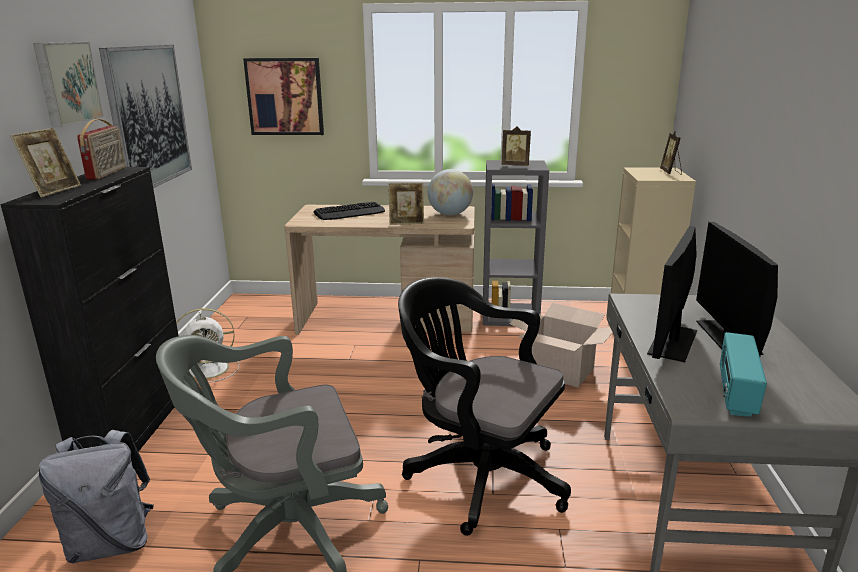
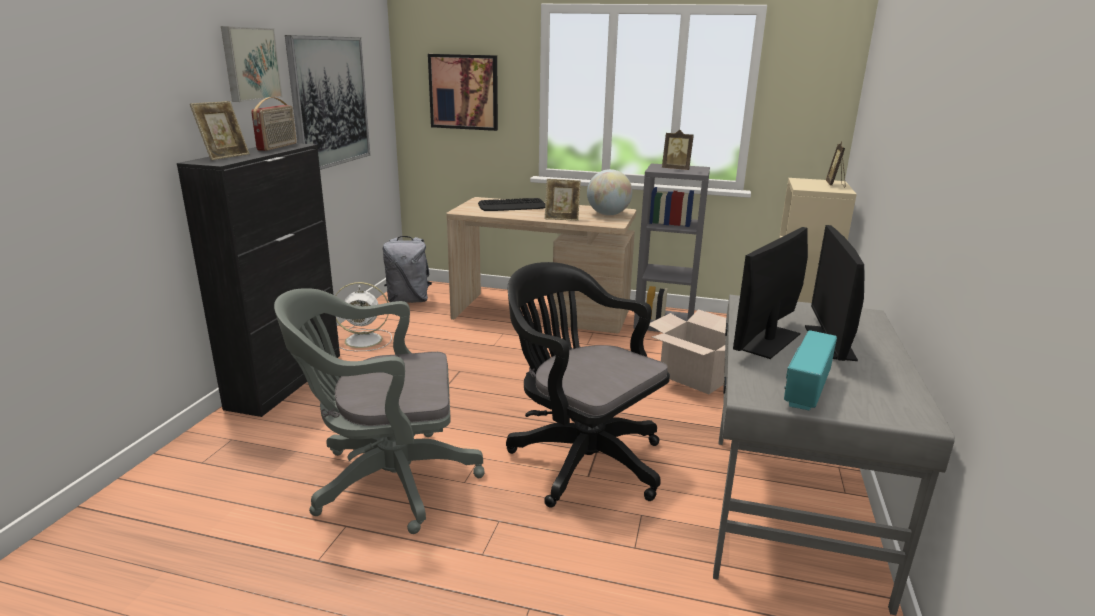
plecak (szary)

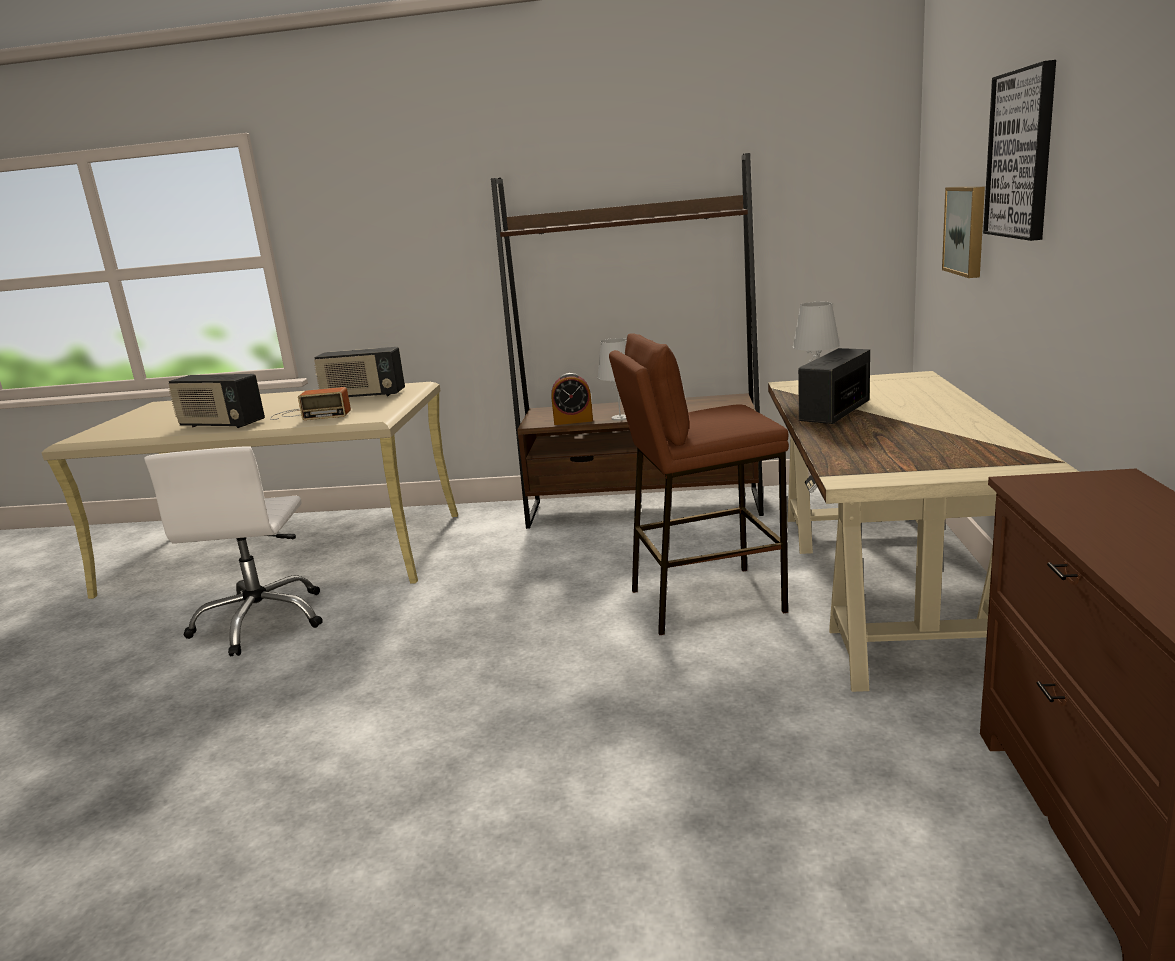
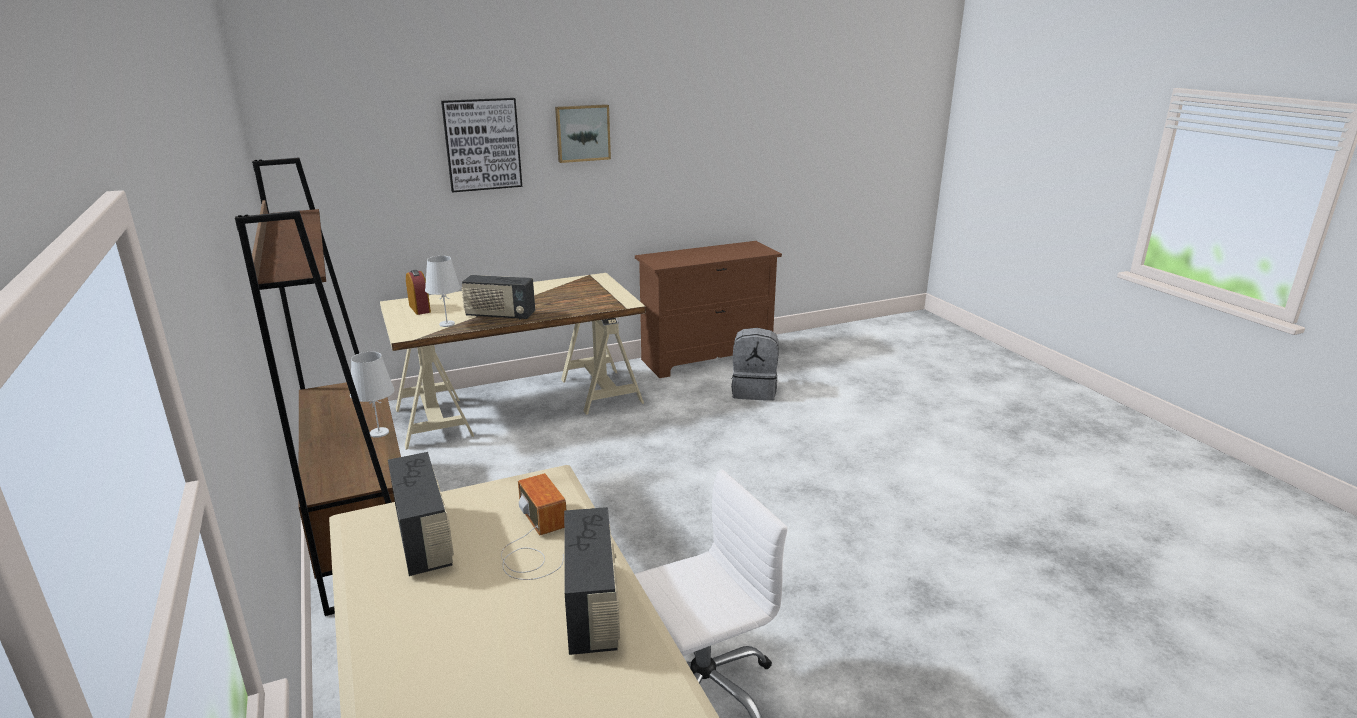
budzik; stołek (brązowy); obraz (2nd from left); plecak (szary)

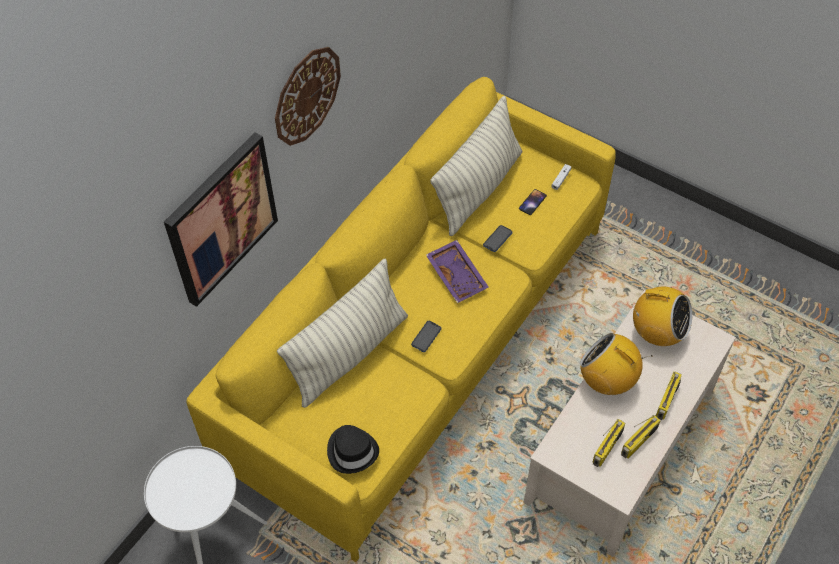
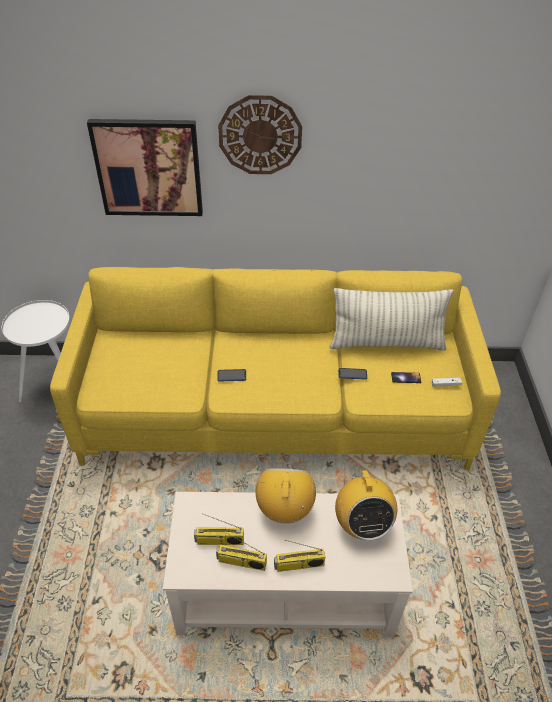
poduszka (1st from left in the first image); kapelusz (czarny); taca (fioletowy)

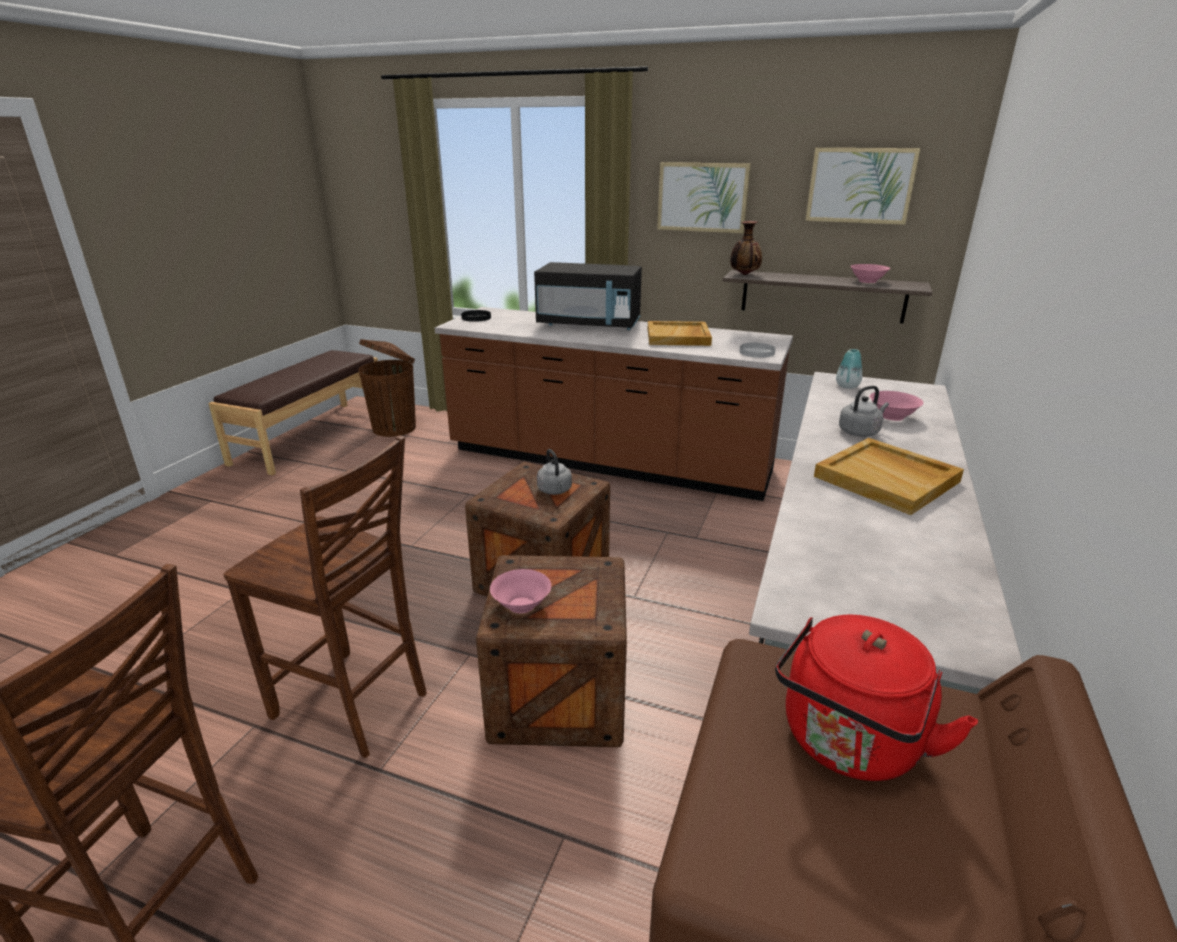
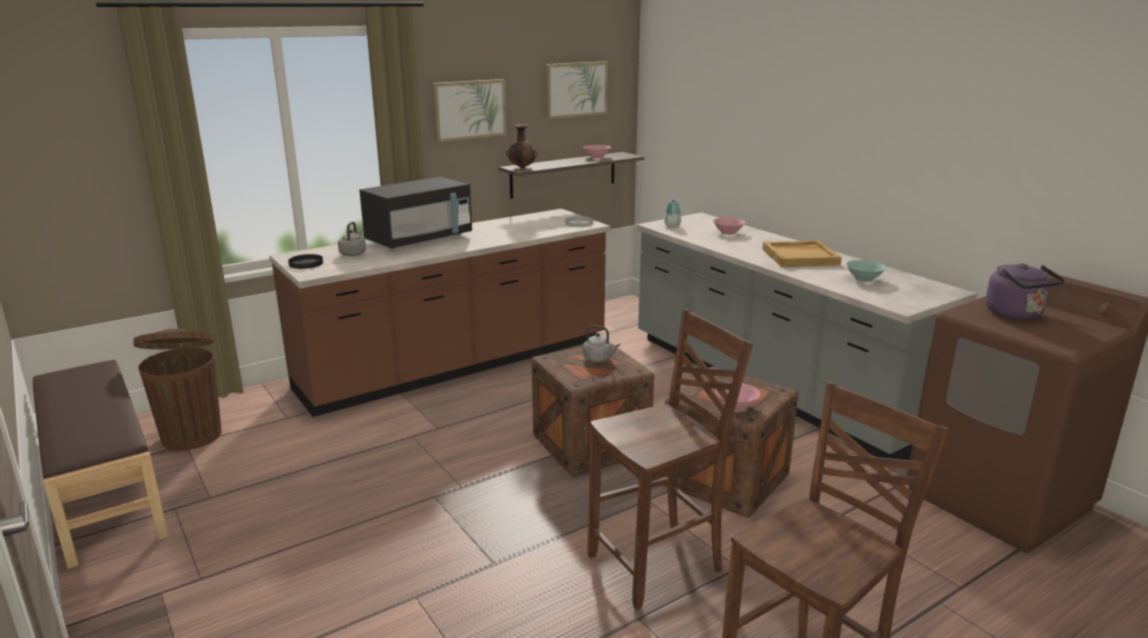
taca (beżowy) (1st from left in the first image); czajnik (fioletowy); czajnik (szary) (1st from left); miska (turkusowy)

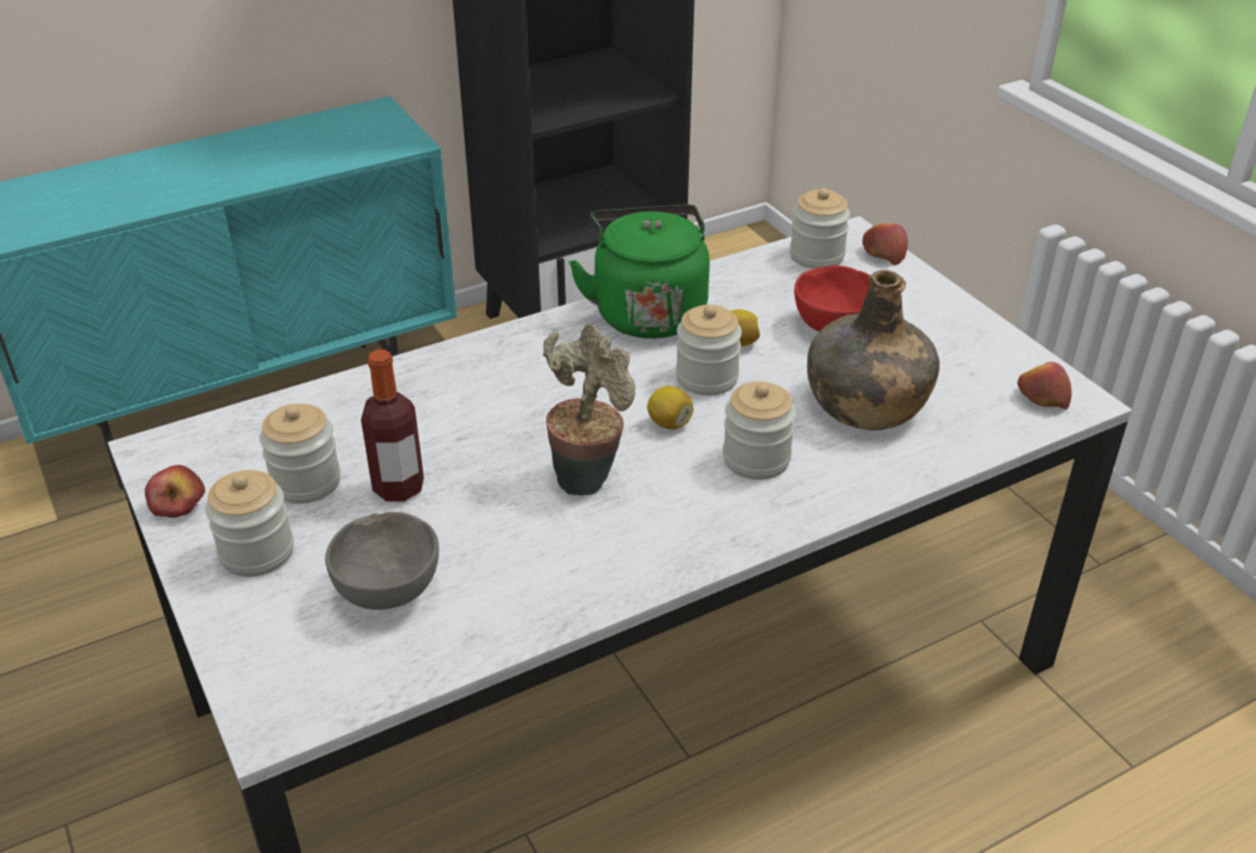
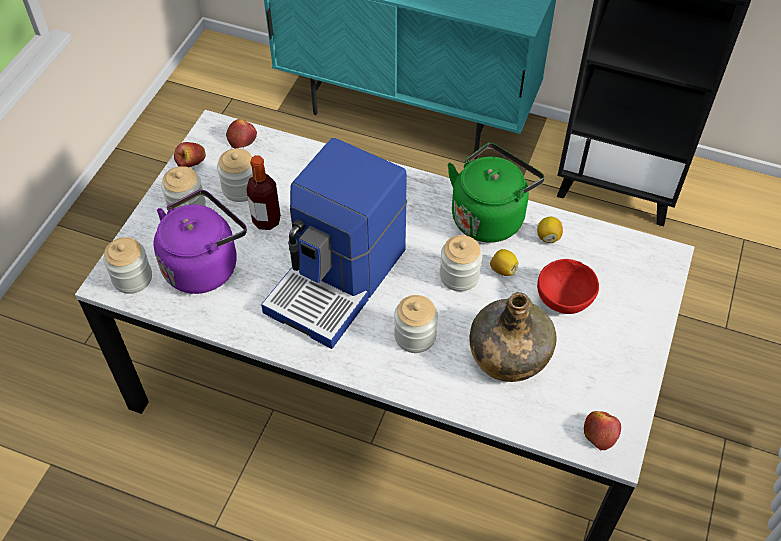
czajnik (fioletowy); ekspres do kawy; cytryna (2nd from left); słoik (1st from left); jabłko (2nd from left)

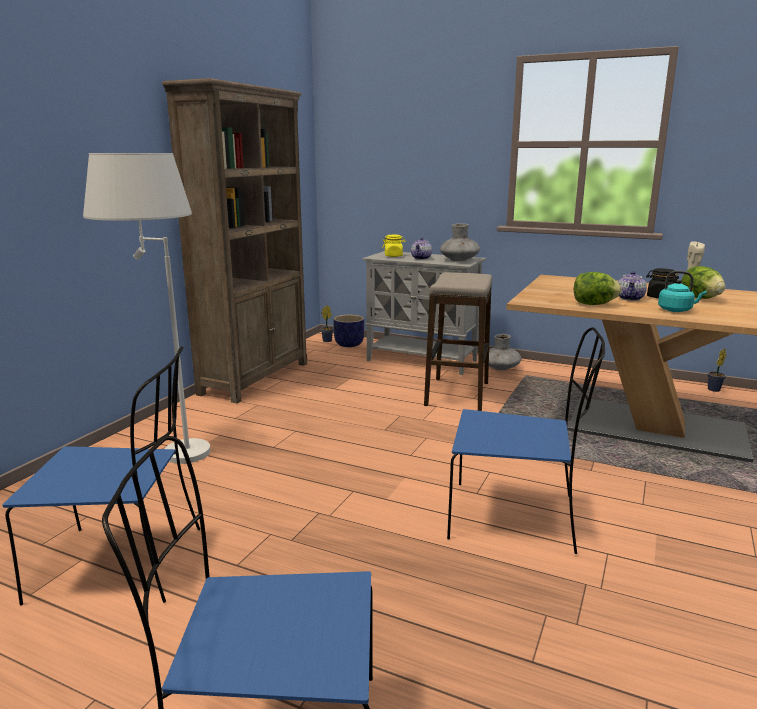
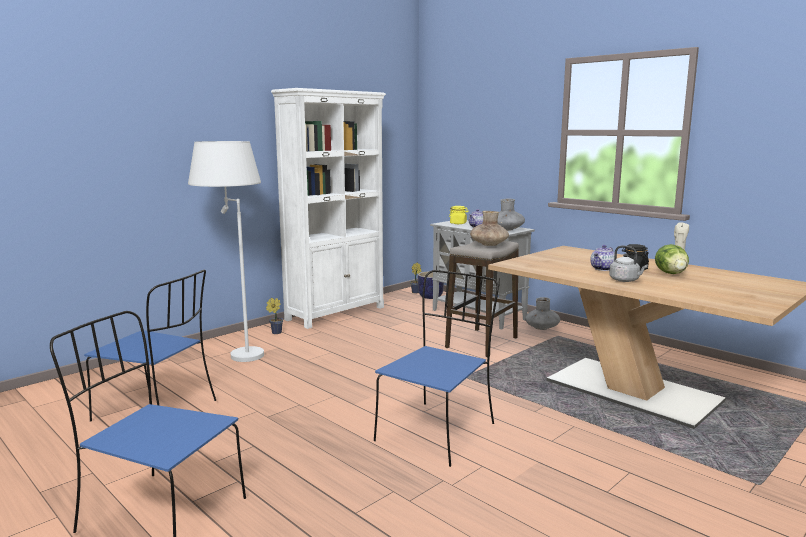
regał (biały); krzesło (niebieski) (3rd from left); sałata (1st from left in the first image); czajnik (szary); roślina doniczkowa (1st from left); wazon (brązowy)

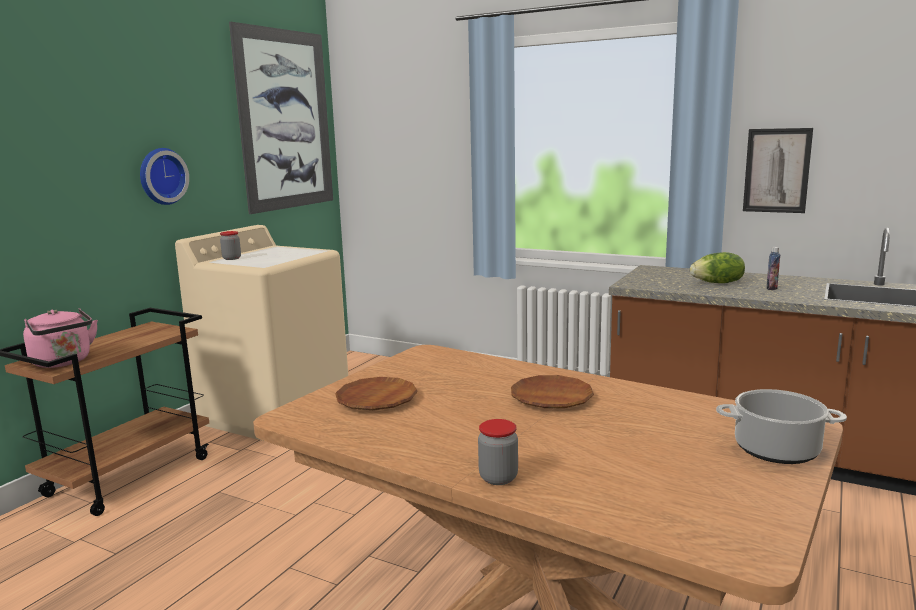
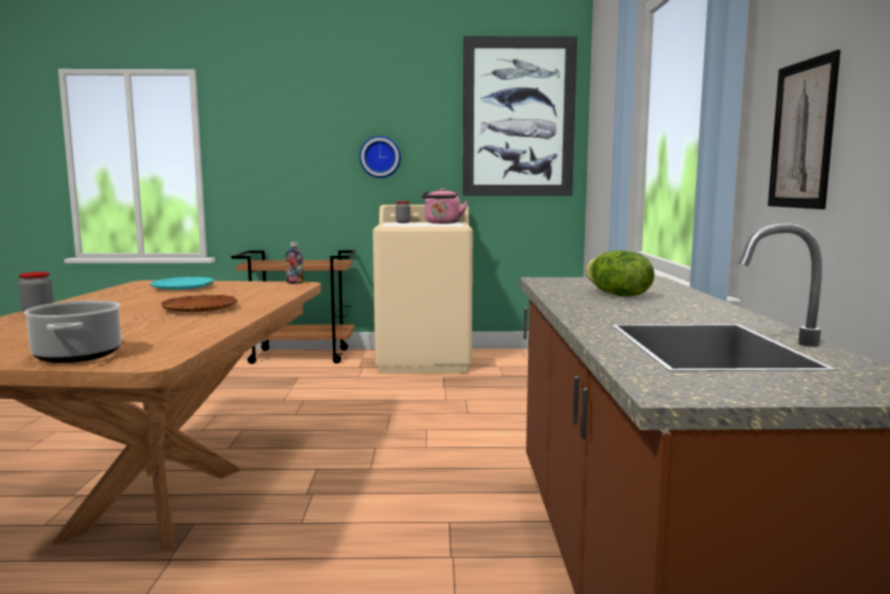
czajnik (różowy); talerz (turkusowy); butelka

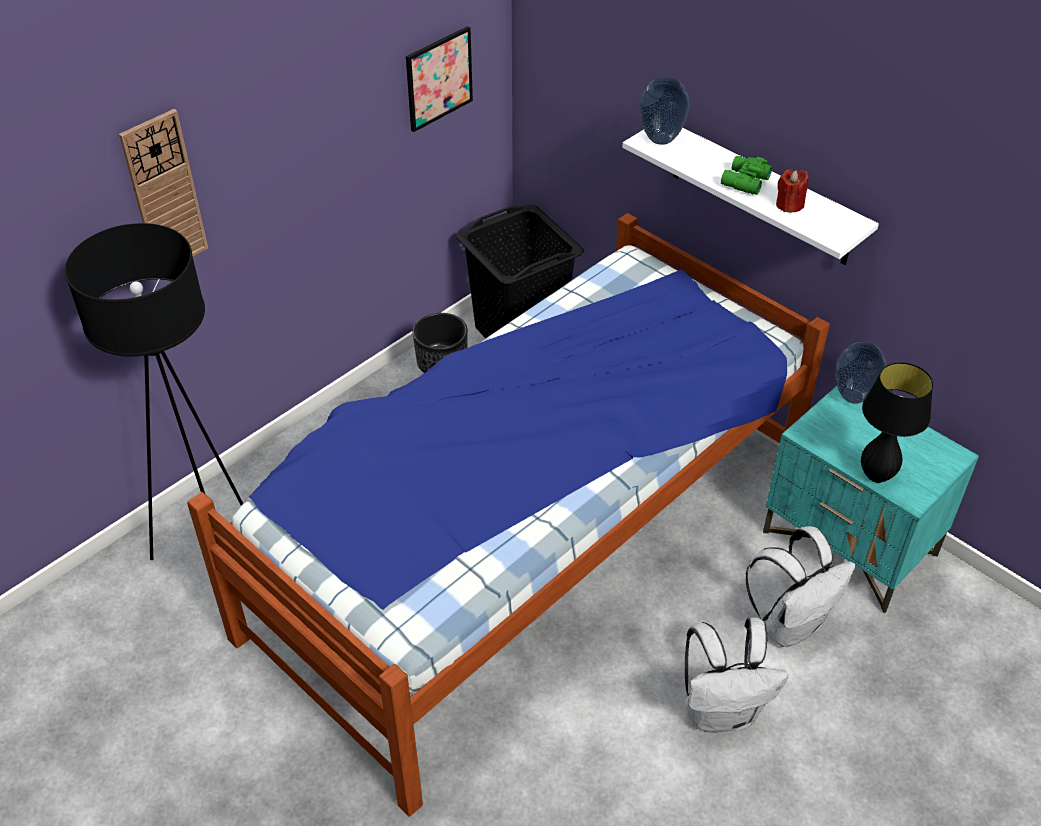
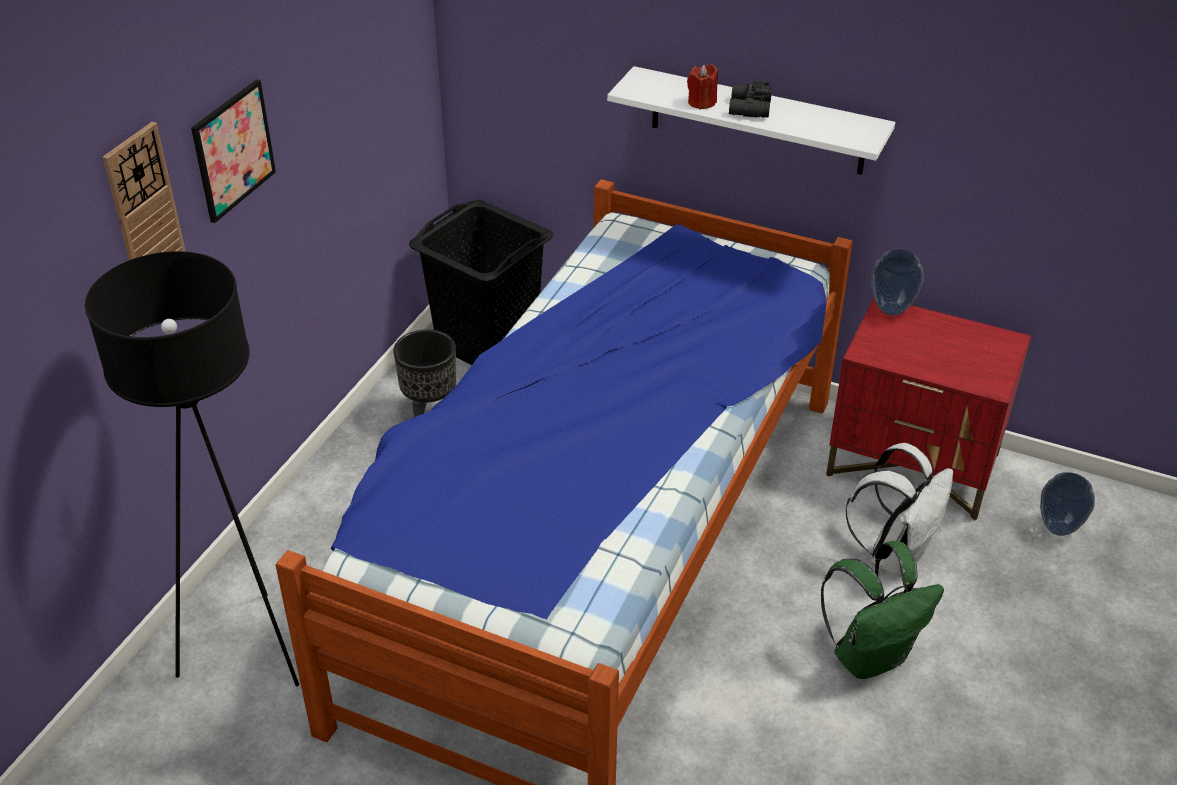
obraz; wazon (2nd from left); plecak (zielony); lornetka (czarny); szafka nocna (czerwony); świeca (czerwony); lampa stołowa (czarny)

